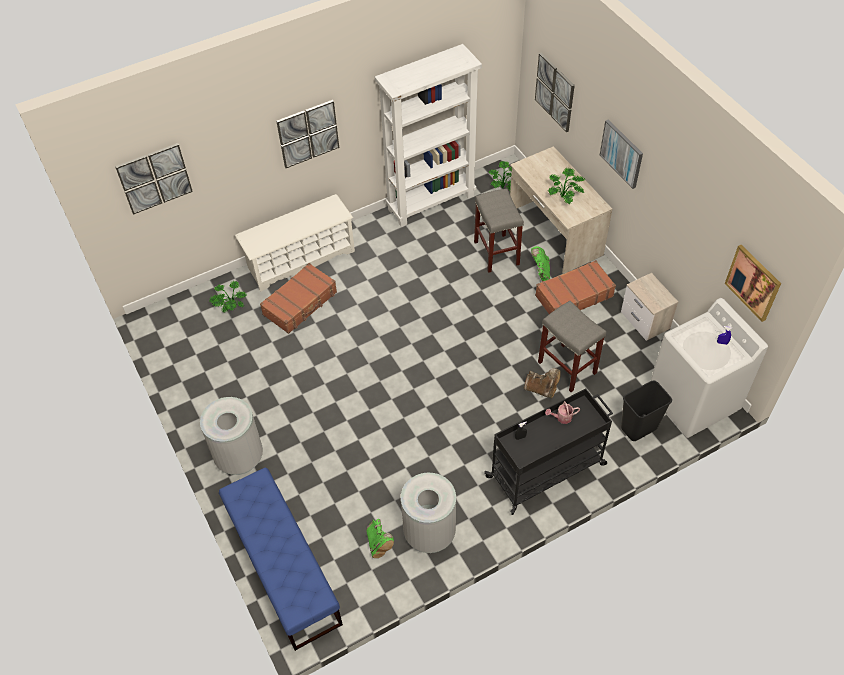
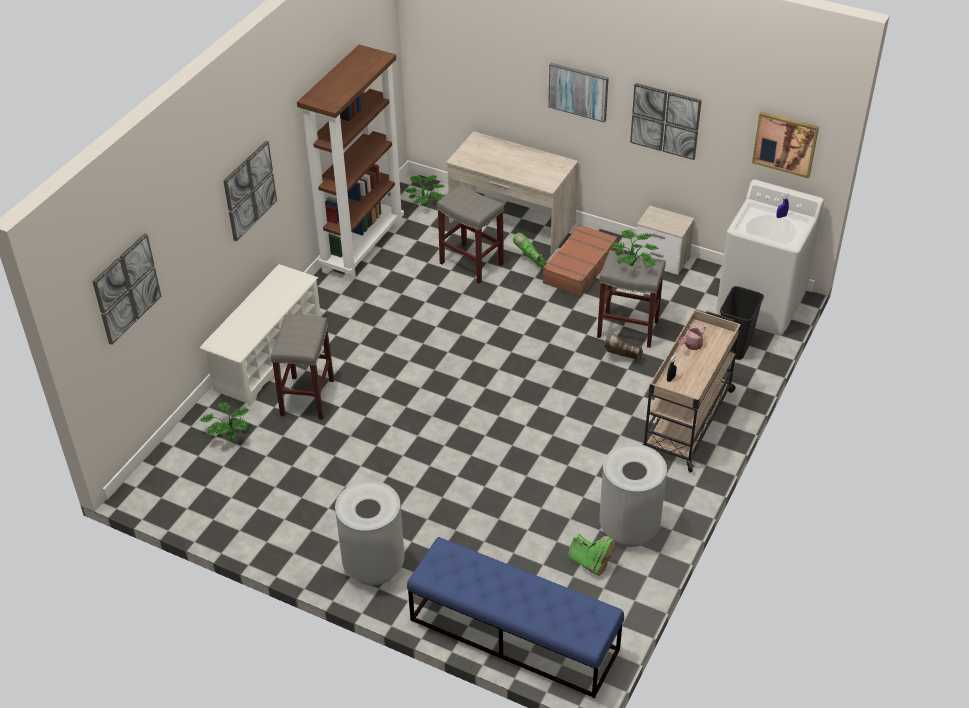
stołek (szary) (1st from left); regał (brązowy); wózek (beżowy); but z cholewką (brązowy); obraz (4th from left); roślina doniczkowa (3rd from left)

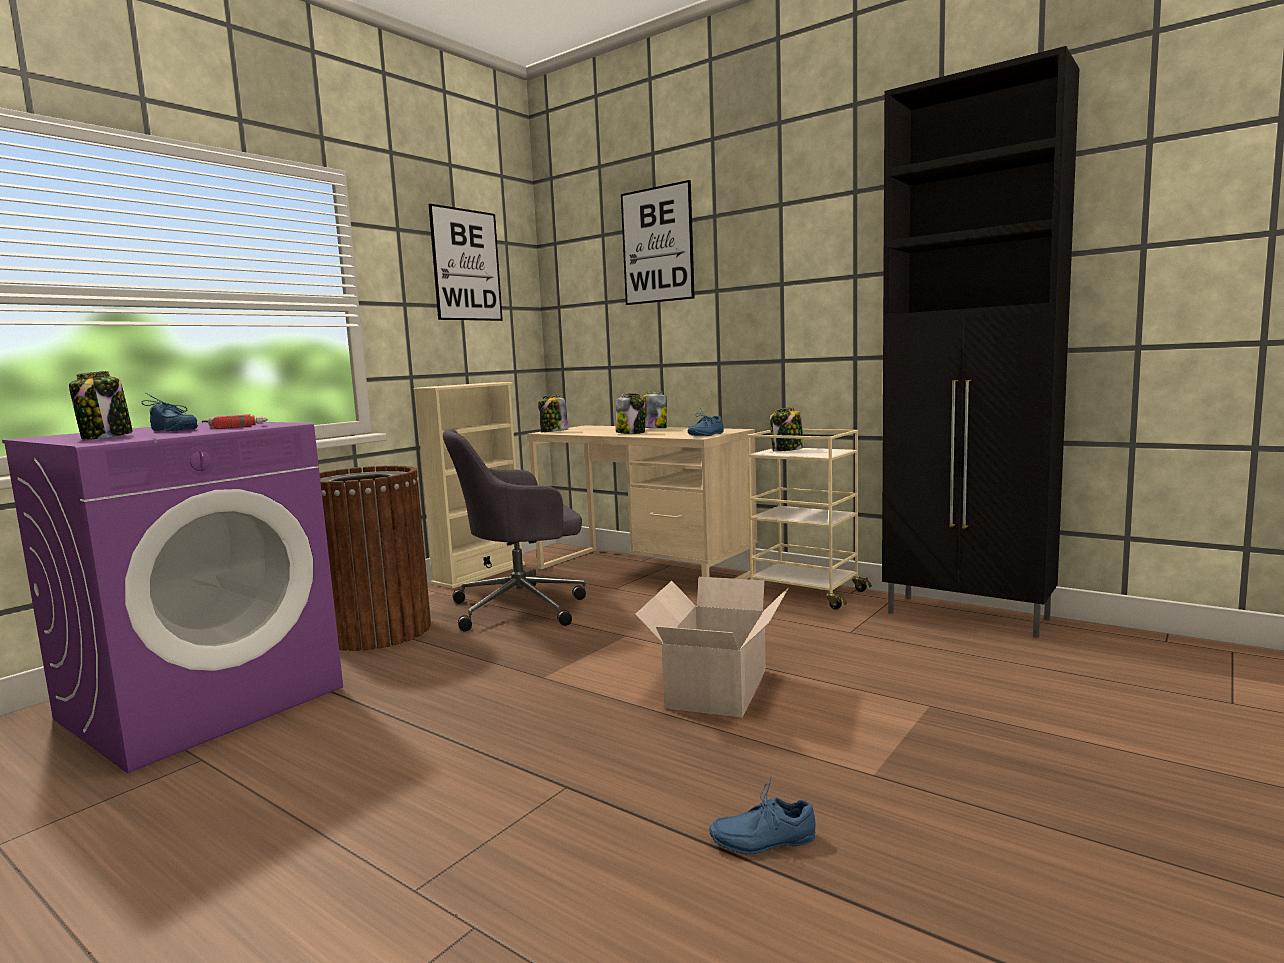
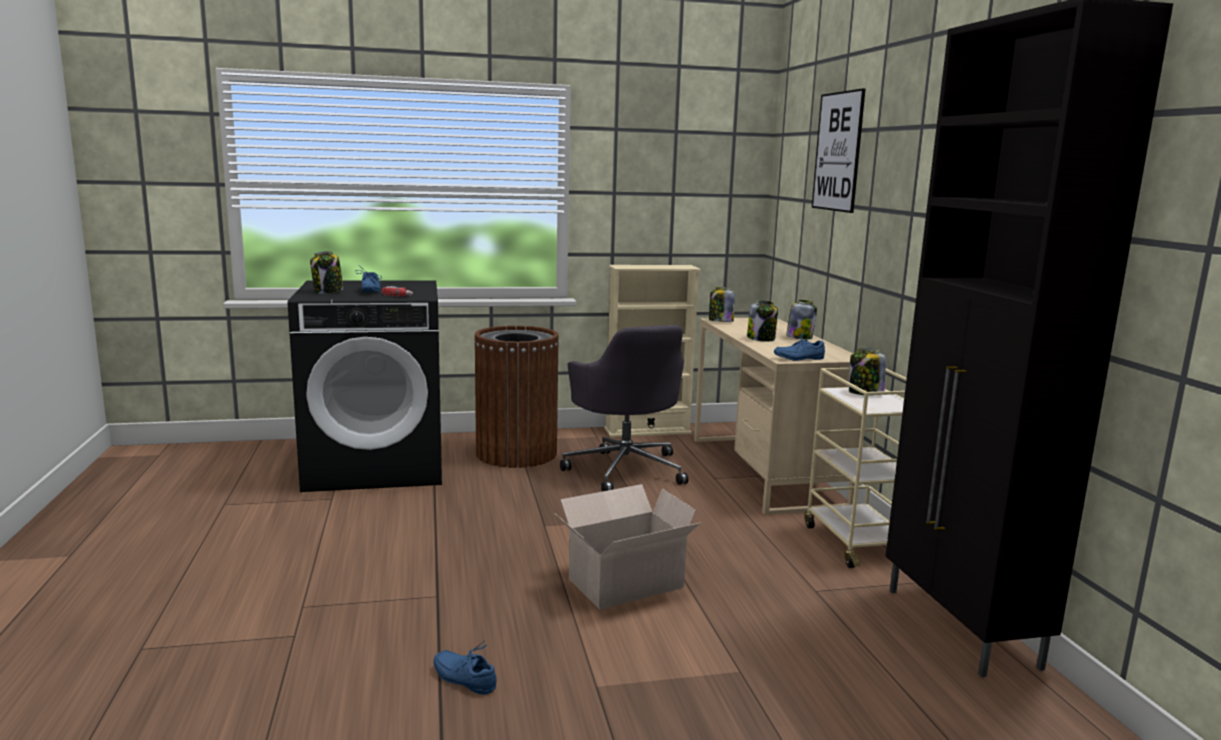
pralka (czarny); obraz (1st from left in the first image); krzesło biurowe (szary)

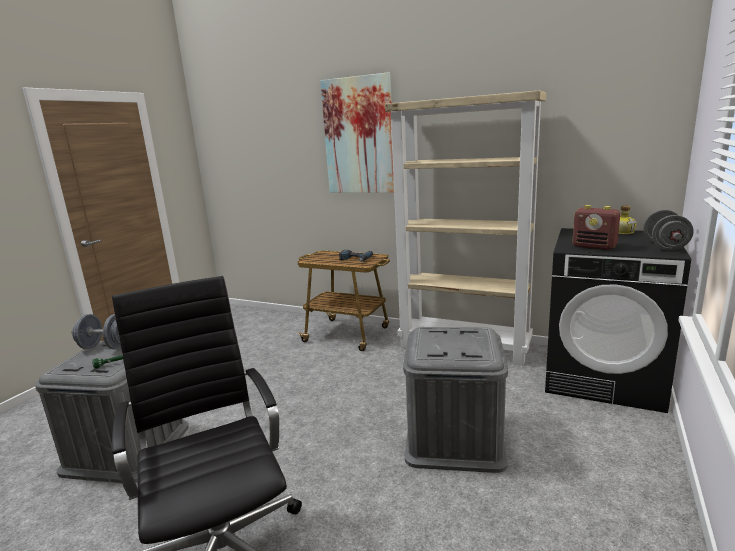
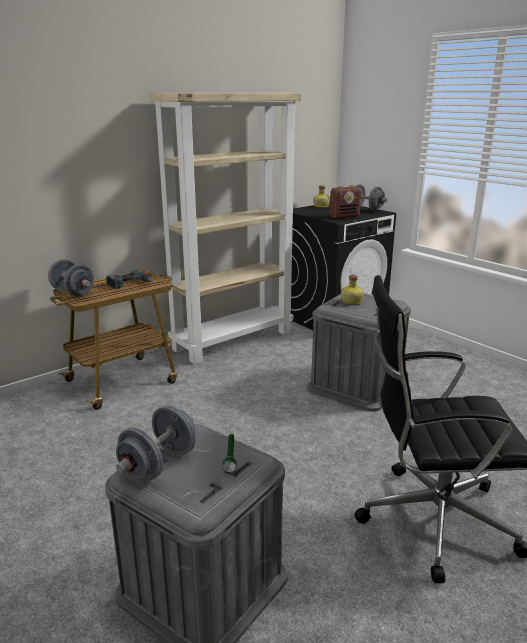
obraz; hantel (szary) (1st from left); butelka (2nd from left)

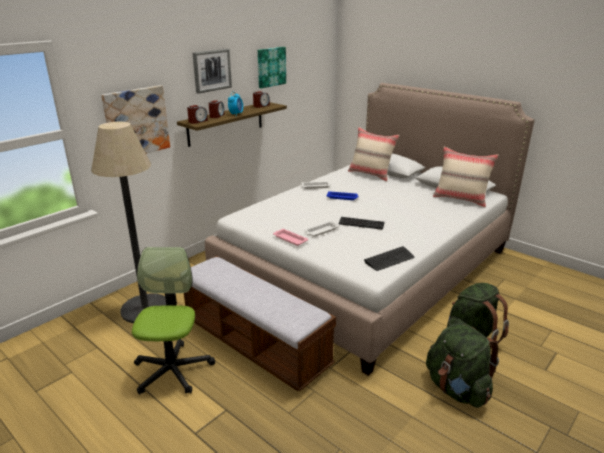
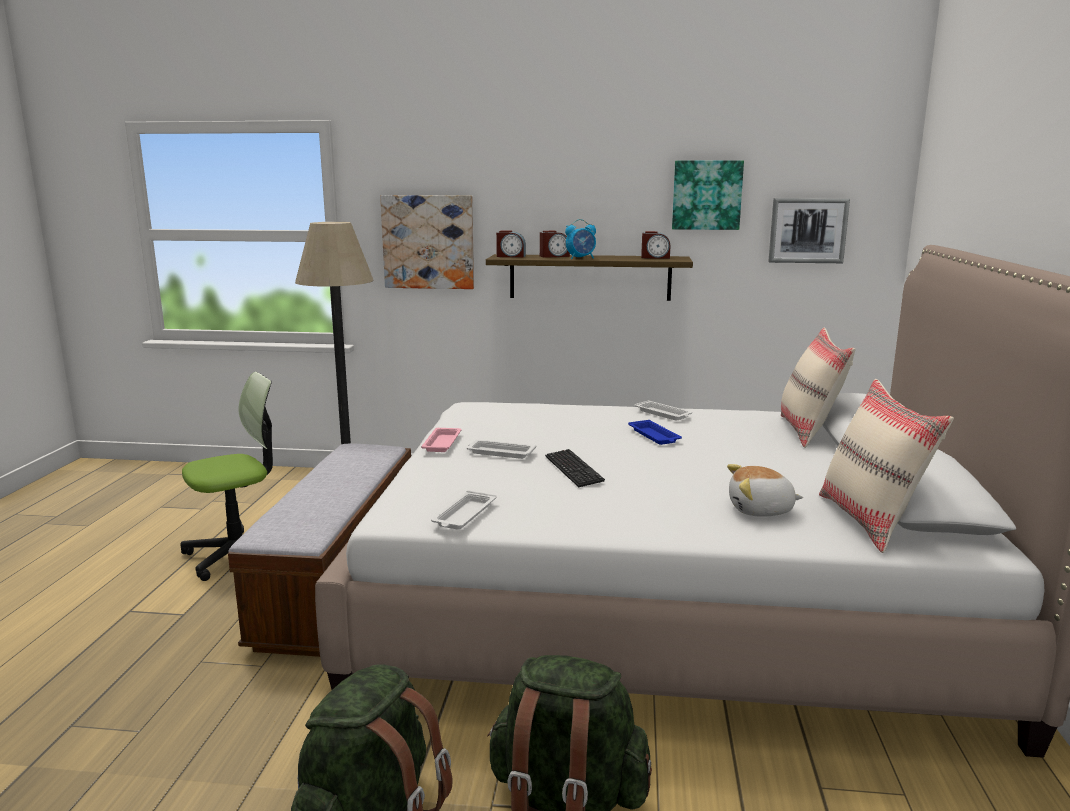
obraz (3rd from left); taca (biały) (1st from left); pluszak

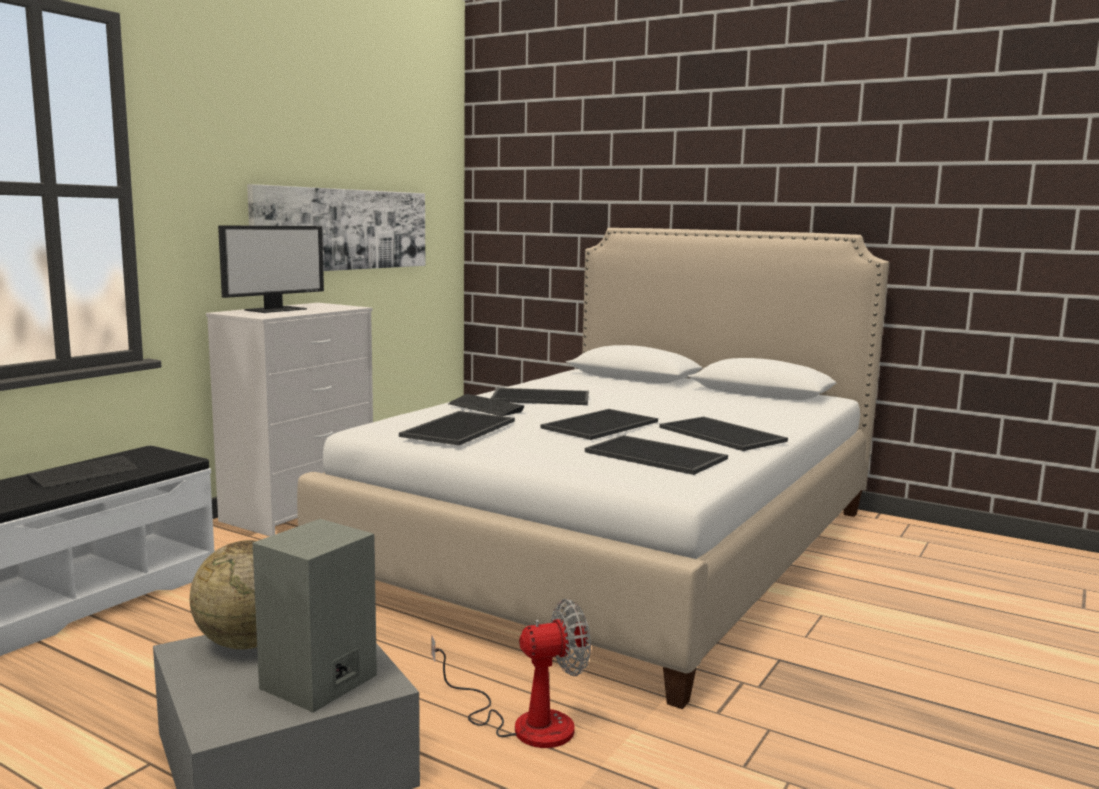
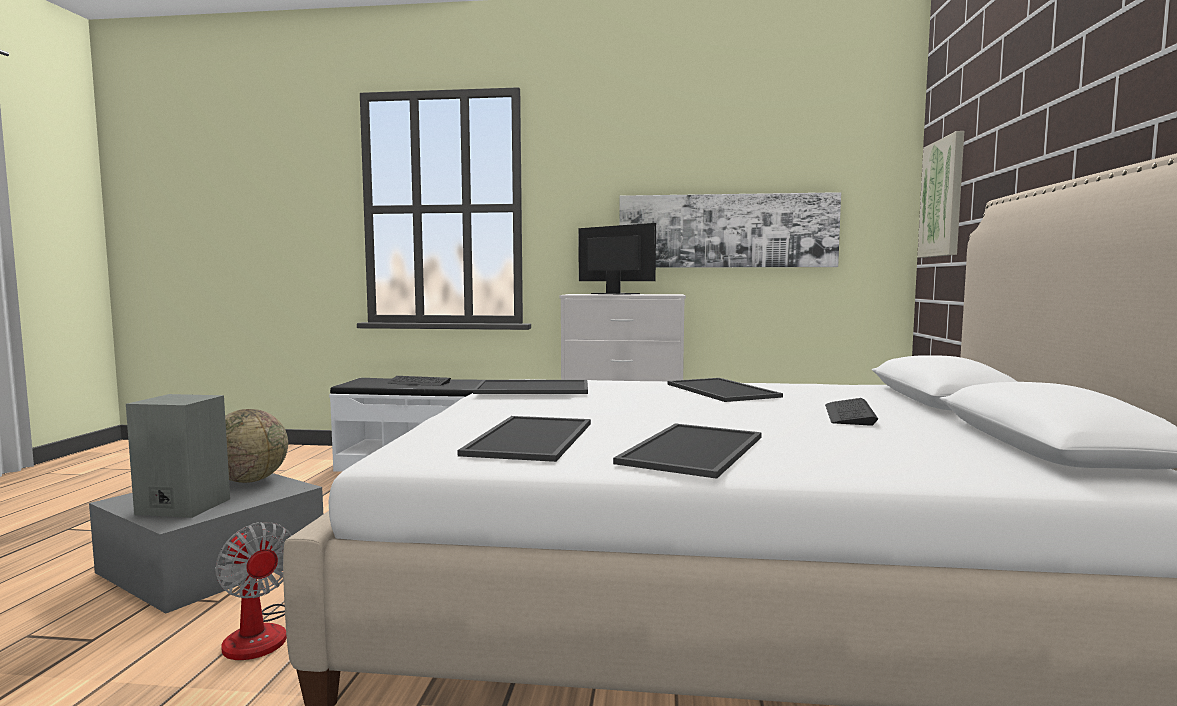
monitor; klawiatura (2nd from left); taca (3rd from left in the first image); obraz (2nd from left)

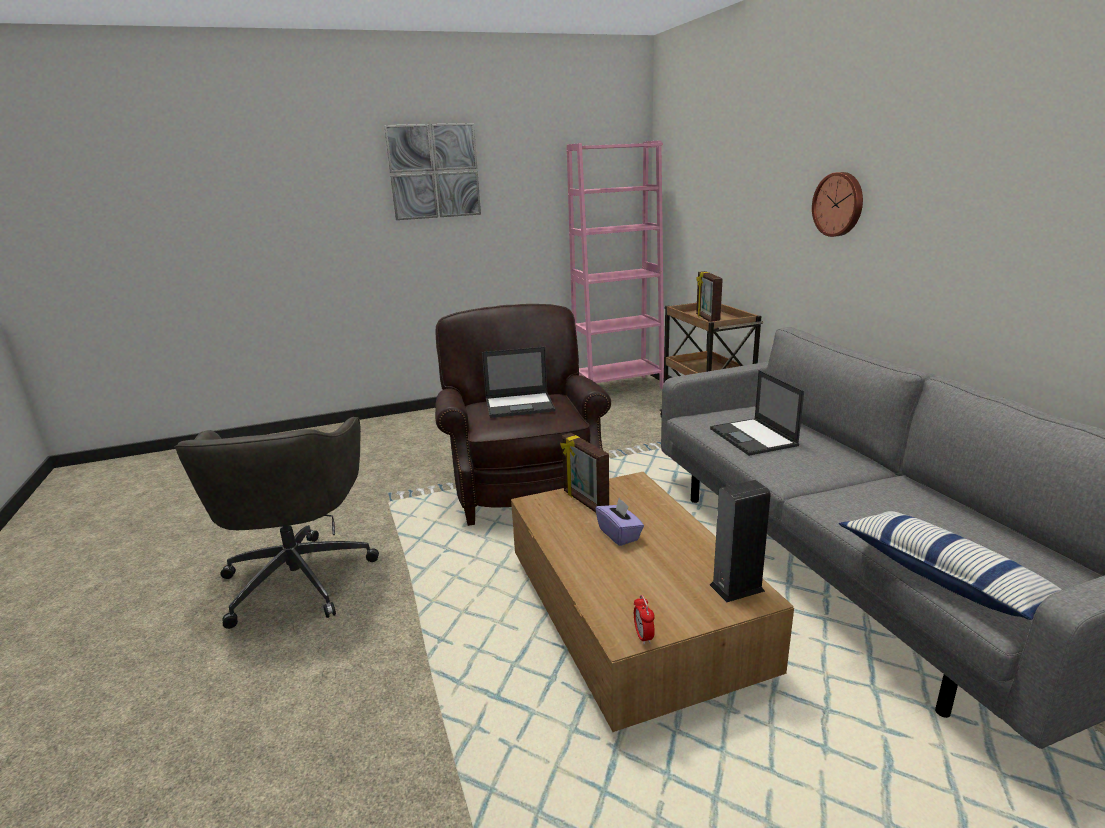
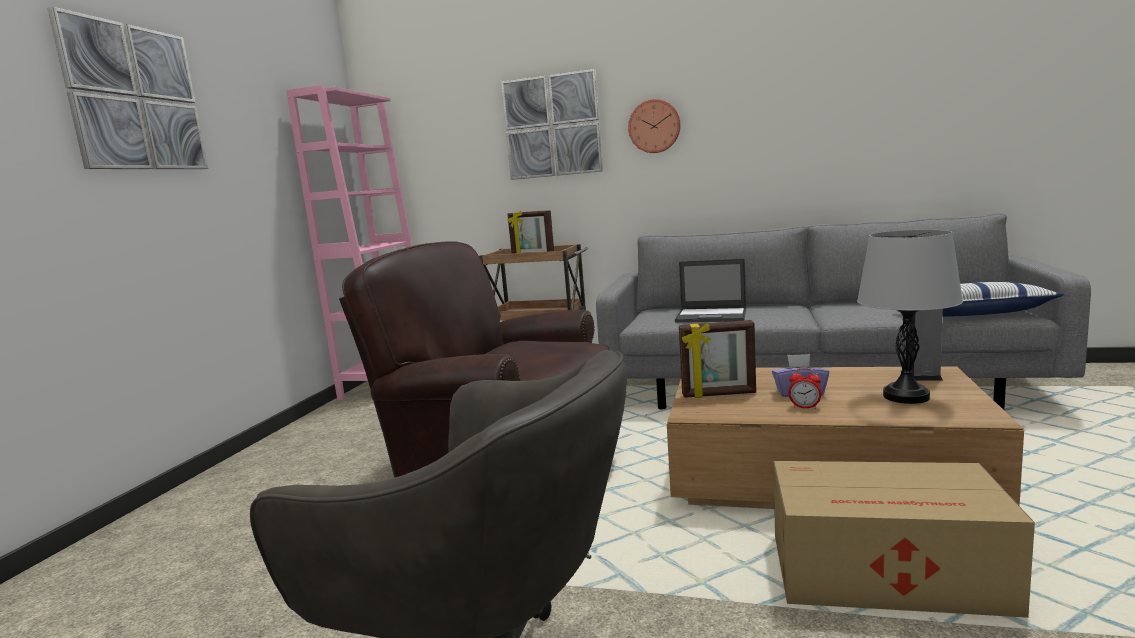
laptop (1st from left in the first image); budzik; obraz (2nd from left); karton; lampa stołowa (szary)

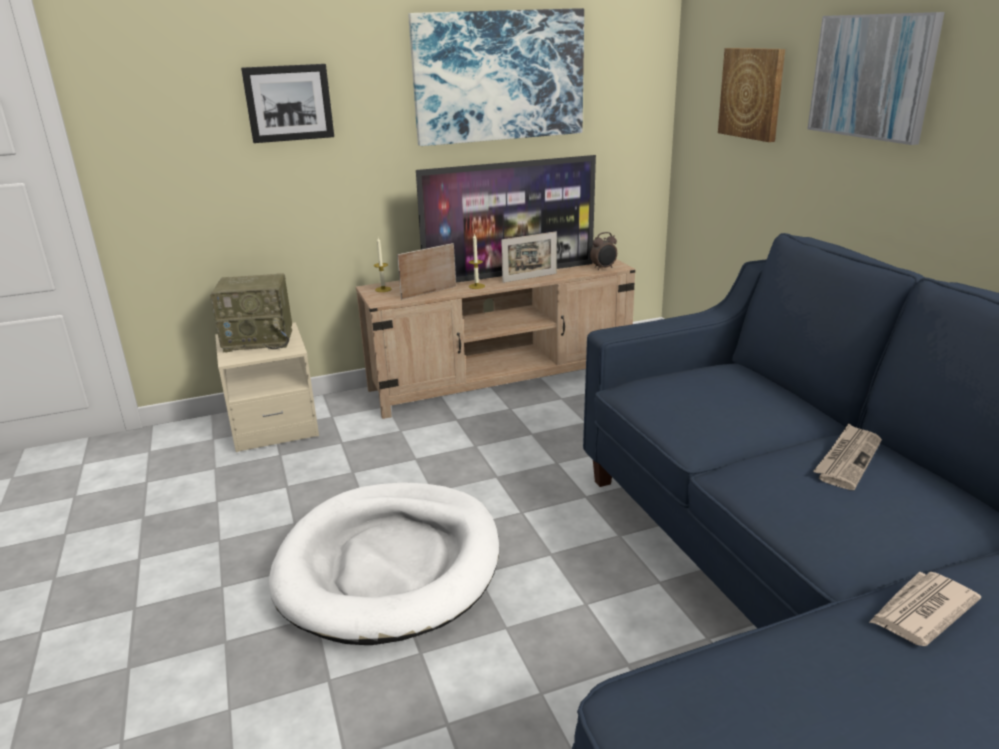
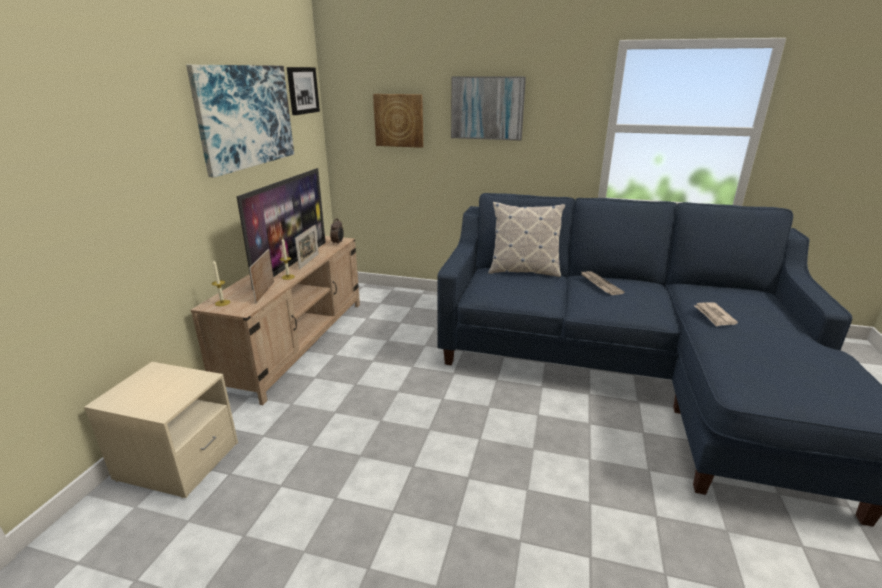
radio; obraz (2nd from left); legowisko (biały); poduszka

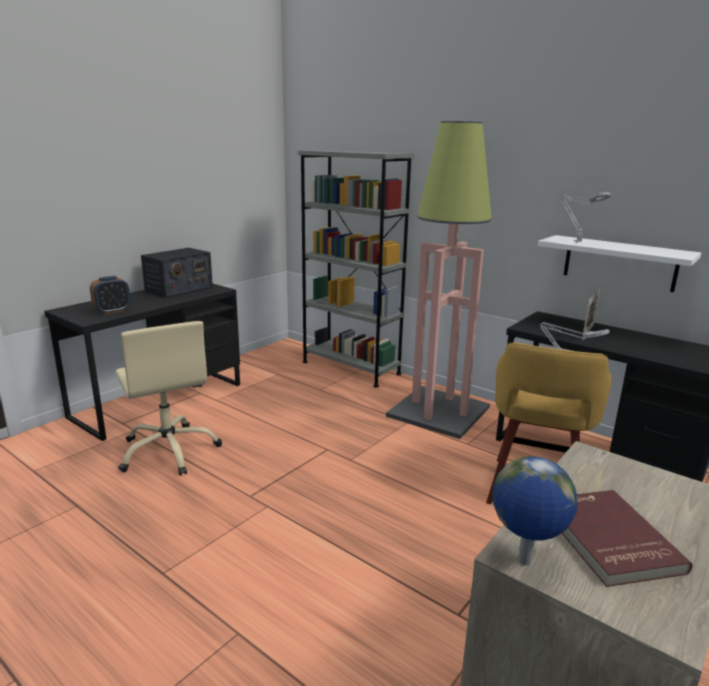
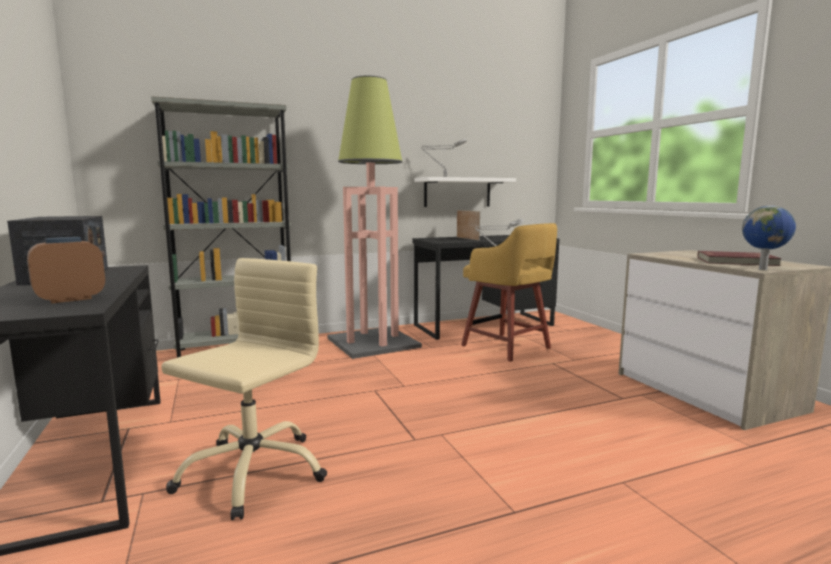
budzik; krzesło biurowe (beżowy)

